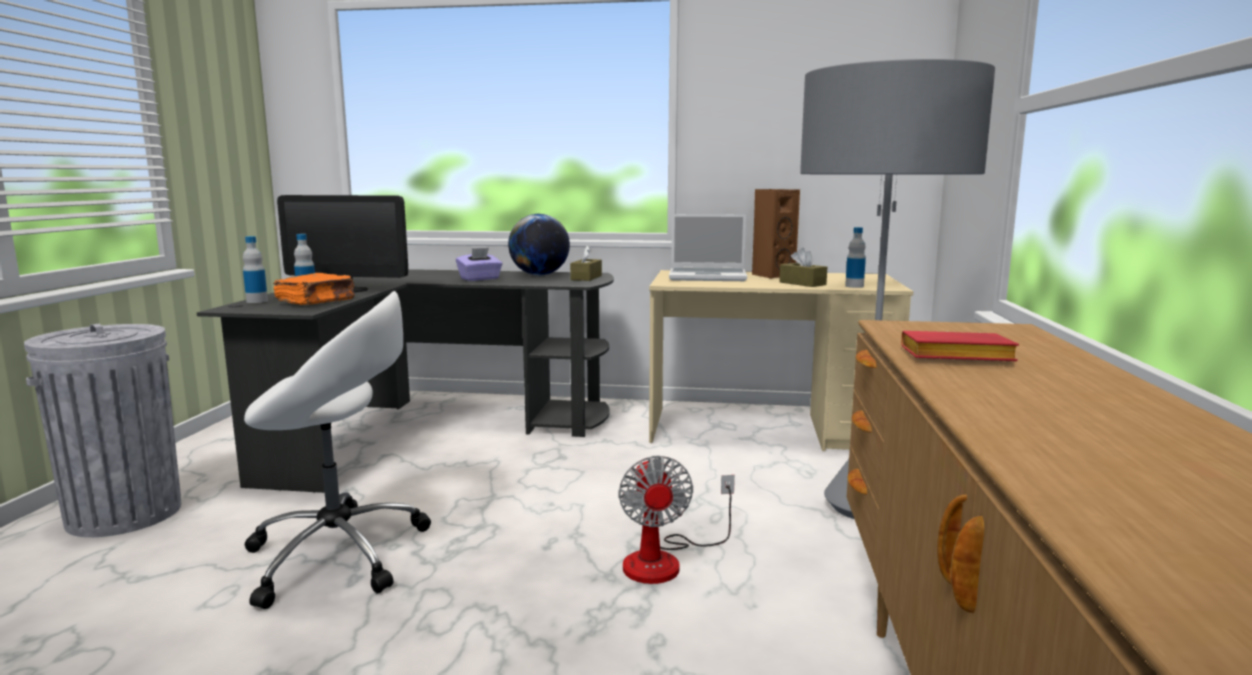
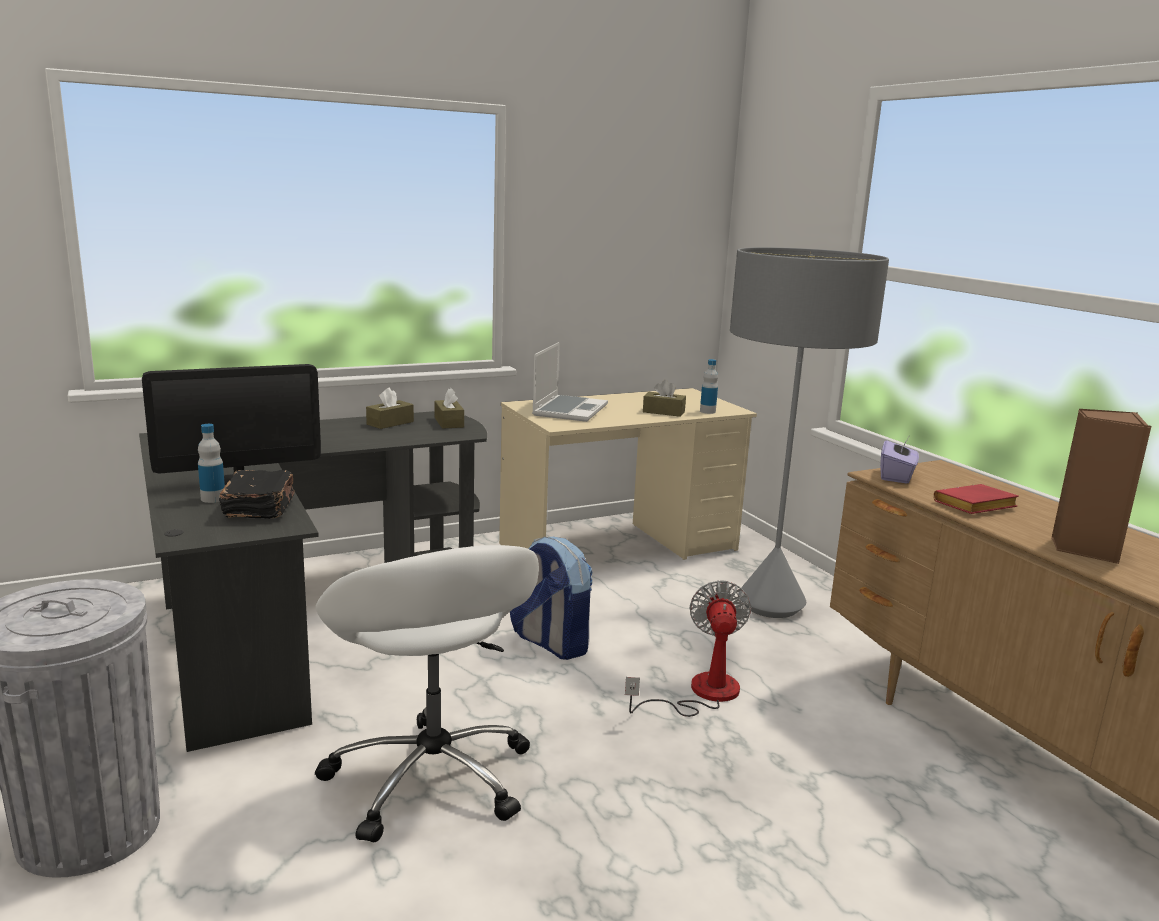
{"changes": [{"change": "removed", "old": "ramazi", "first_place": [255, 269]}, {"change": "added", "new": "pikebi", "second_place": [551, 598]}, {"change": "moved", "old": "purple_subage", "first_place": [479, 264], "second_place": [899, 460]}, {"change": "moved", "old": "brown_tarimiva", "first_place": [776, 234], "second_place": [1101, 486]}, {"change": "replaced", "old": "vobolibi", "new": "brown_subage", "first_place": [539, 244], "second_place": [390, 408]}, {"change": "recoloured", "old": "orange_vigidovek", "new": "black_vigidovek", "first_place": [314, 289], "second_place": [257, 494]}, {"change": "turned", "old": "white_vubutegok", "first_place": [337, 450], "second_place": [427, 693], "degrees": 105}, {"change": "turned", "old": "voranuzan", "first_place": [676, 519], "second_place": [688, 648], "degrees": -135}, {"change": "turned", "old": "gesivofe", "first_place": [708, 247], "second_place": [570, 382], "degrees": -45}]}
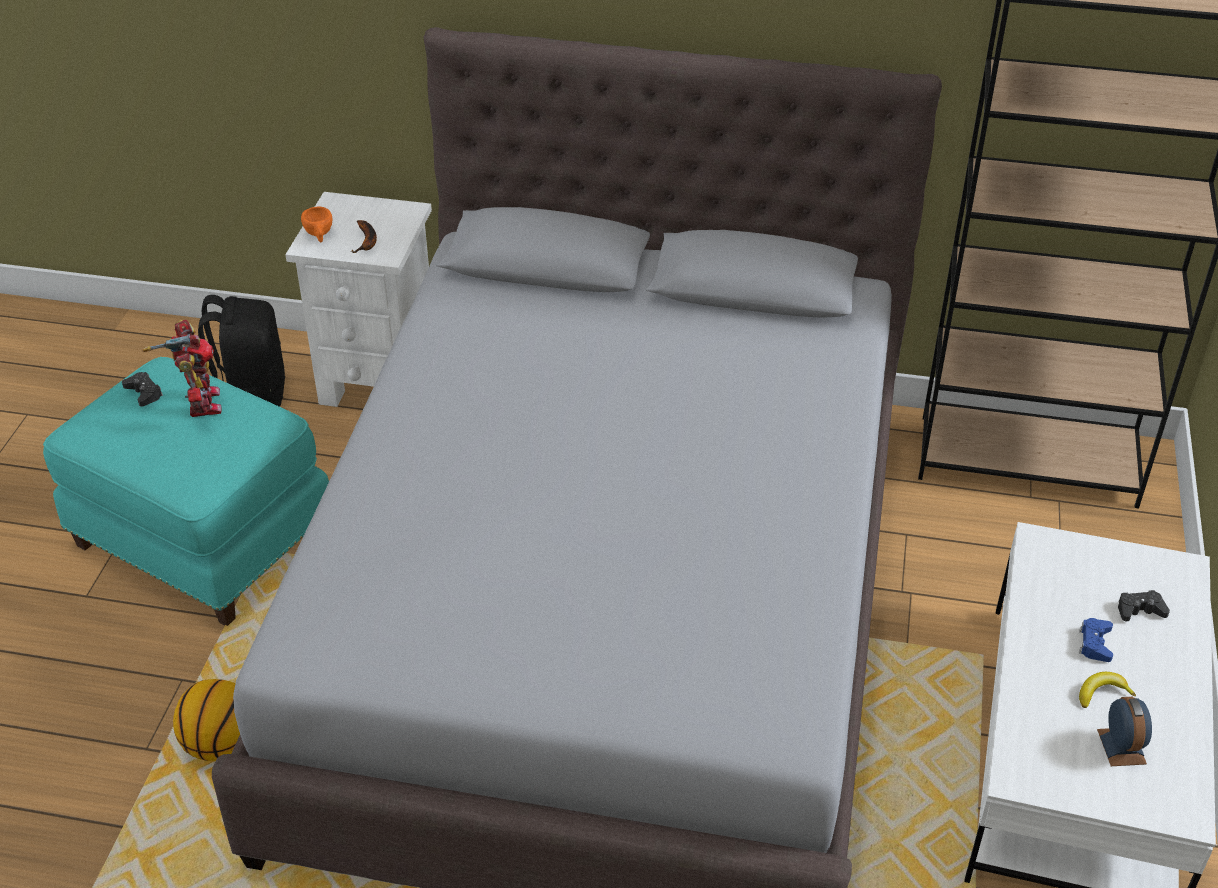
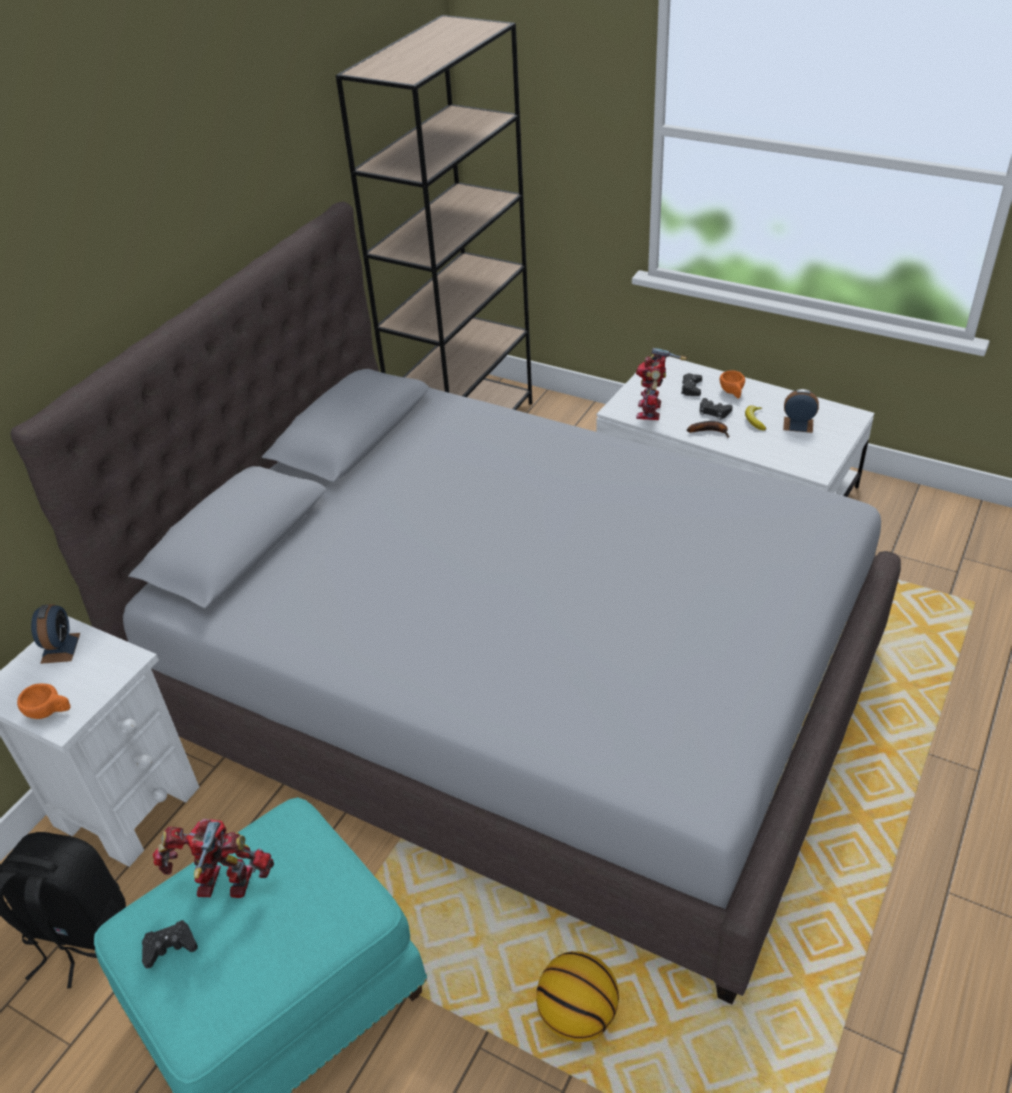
{"changes": [{"change": "added", "new": "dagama", "second_place": [55, 634]}, {"change": "added", "new": "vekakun", "second_place": [661, 384]}, {"change": "added", "new": "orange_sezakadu", "second_place": [732, 384]}, {"change": "moved", "old": "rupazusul", "first_place": [364, 236], "second_place": [708, 429]}, {"change": "recoloured", "old": "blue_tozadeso", "new": "black_tozadeso", "first_place": [1096, 640], "second_place": [716, 409]}]}
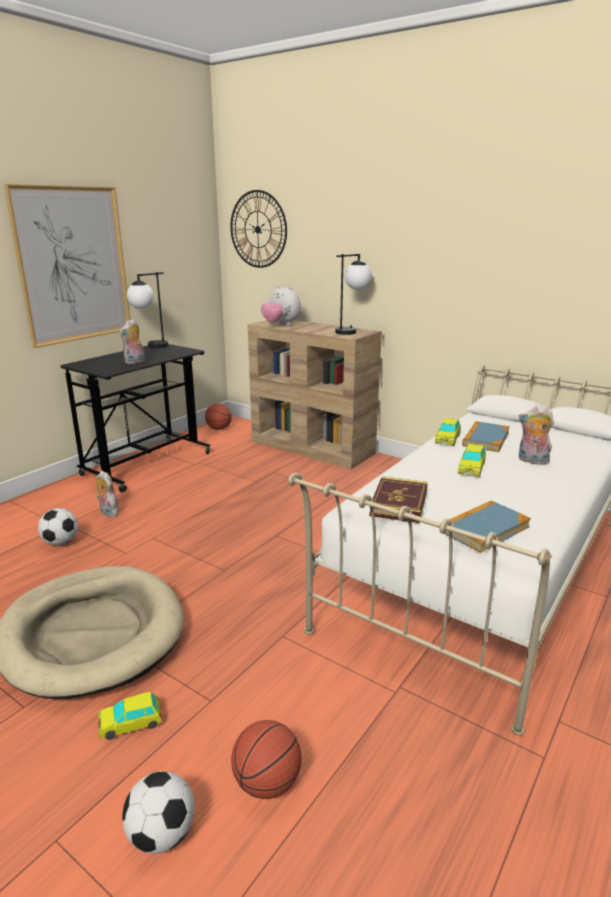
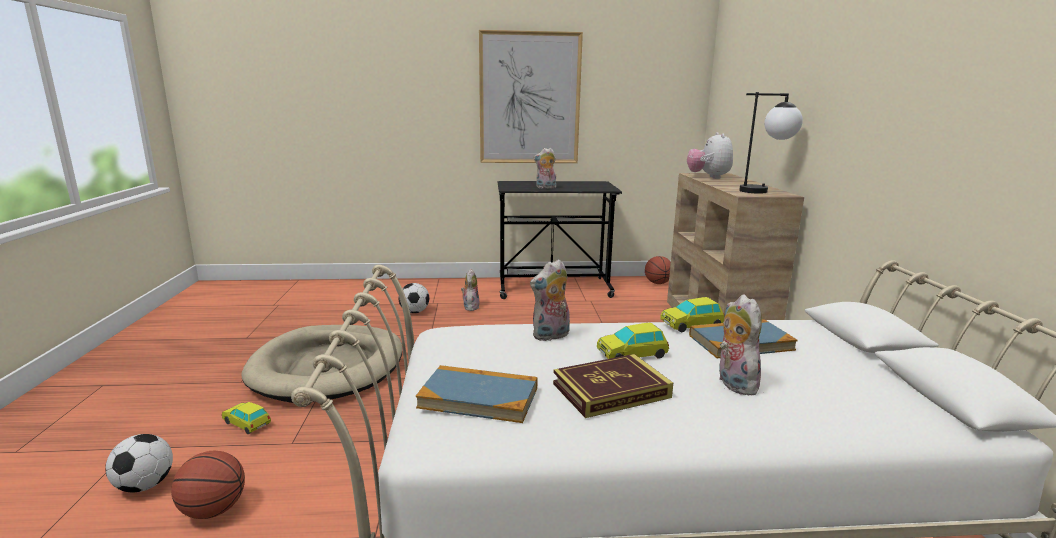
{"changes": [{"change": "removed", "old": "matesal", "first_place": [147, 310]}, {"change": "removed", "old": "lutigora", "first_place": [258, 229]}, {"change": "added", "new": "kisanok", "second_place": [550, 300]}, {"change": "moved", "old": "vigidovek", "first_place": [398, 499], "second_place": [613, 386]}]}
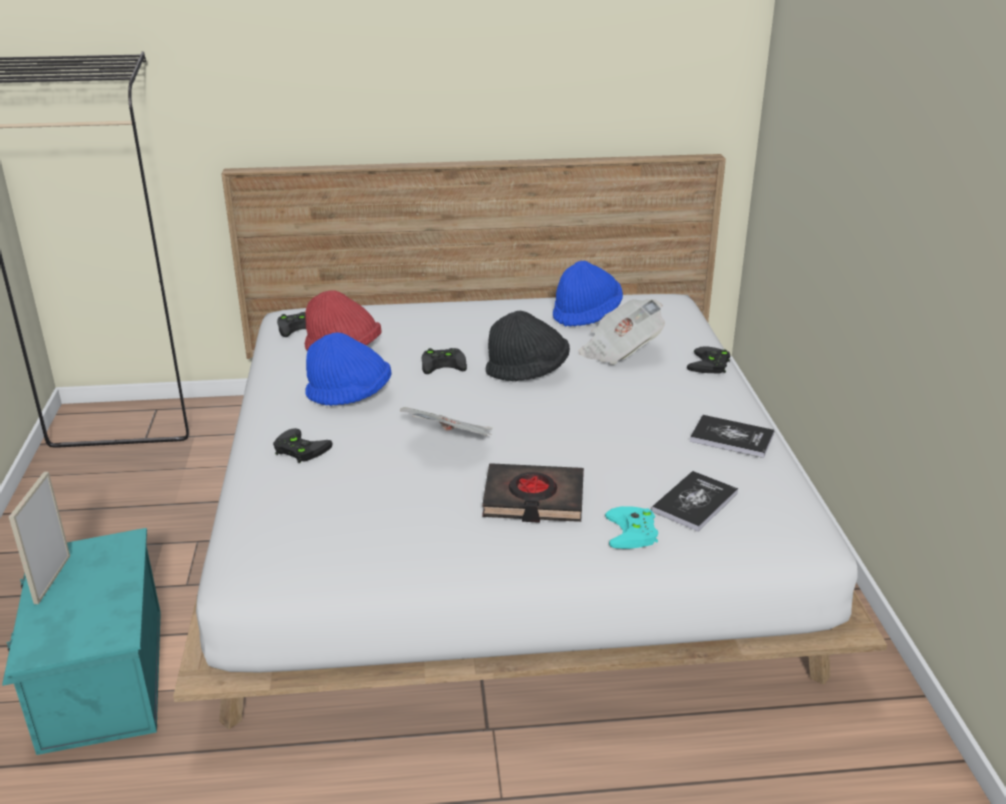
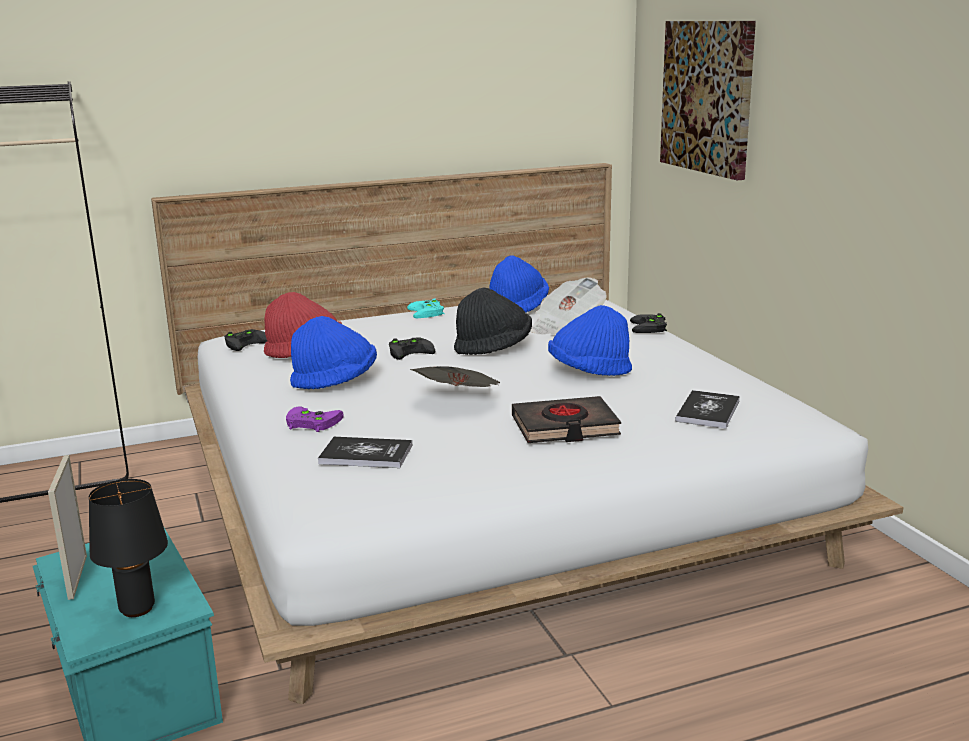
{"changes": [{"change": "added", "new": "black_matesal", "second_place": [128, 548]}, {"change": "added", "new": "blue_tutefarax", "second_place": [590, 340]}, {"change": "added", "new": "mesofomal", "second_place": [708, 100]}, {"change": "moved", "old": "turquoise_tozadeso", "first_place": [631, 527], "second_place": [426, 308]}, {"change": "moved", "old": "vigidovek", "first_place": [732, 436], "second_place": [365, 452]}, {"change": "recoloured", "old": "black_tozadeso", "new": "purple_tozadeso", "first_place": [303, 445], "second_place": [315, 419]}]}
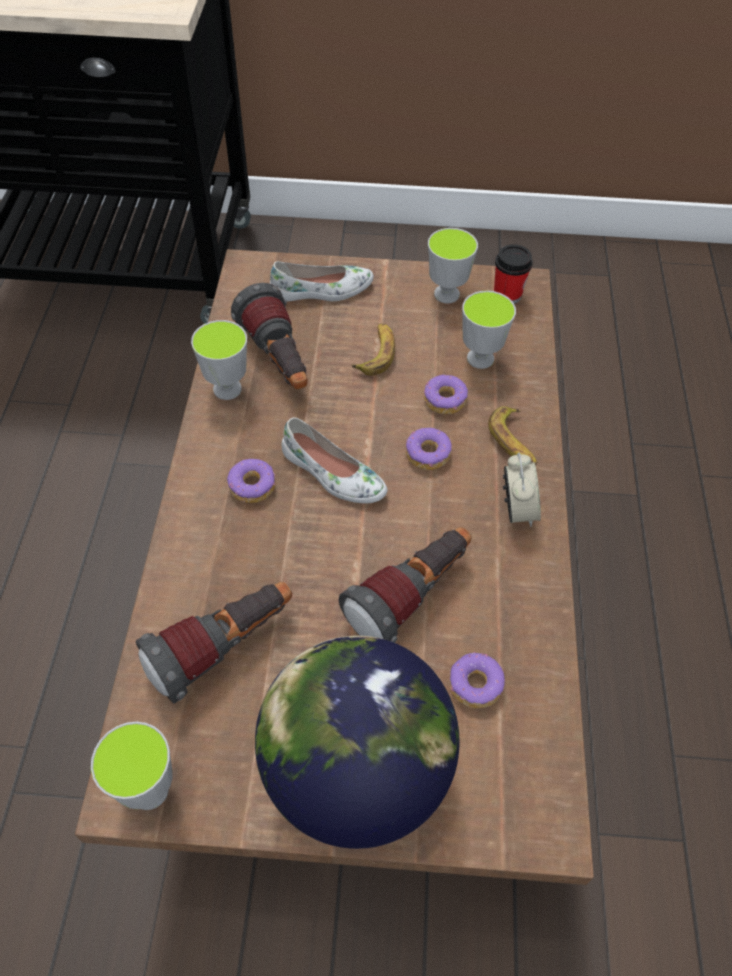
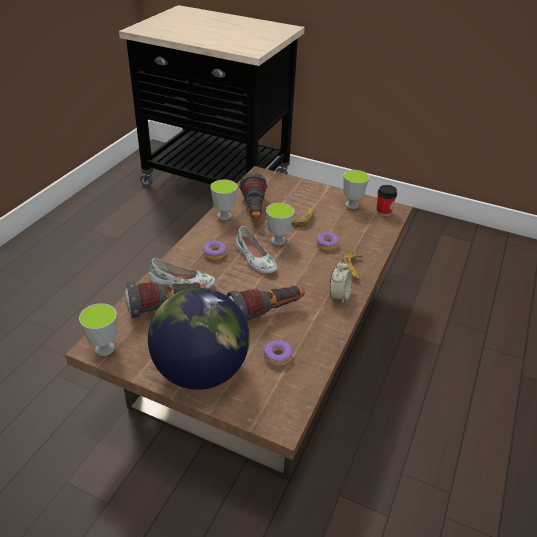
{"changes": [{"change": "removed", "old": "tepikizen", "first_place": [429, 449]}, {"change": "moved", "old": "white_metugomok", "first_place": [322, 281], "second_place": [182, 273]}, {"change": "moved", "old": "sezakadu", "first_place": [489, 330], "second_place": [280, 224]}]}
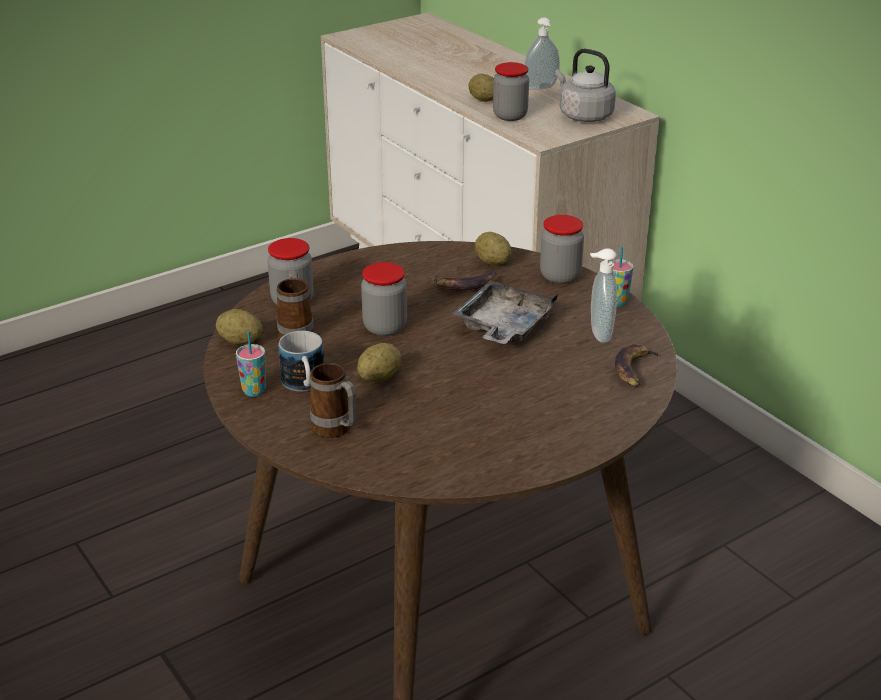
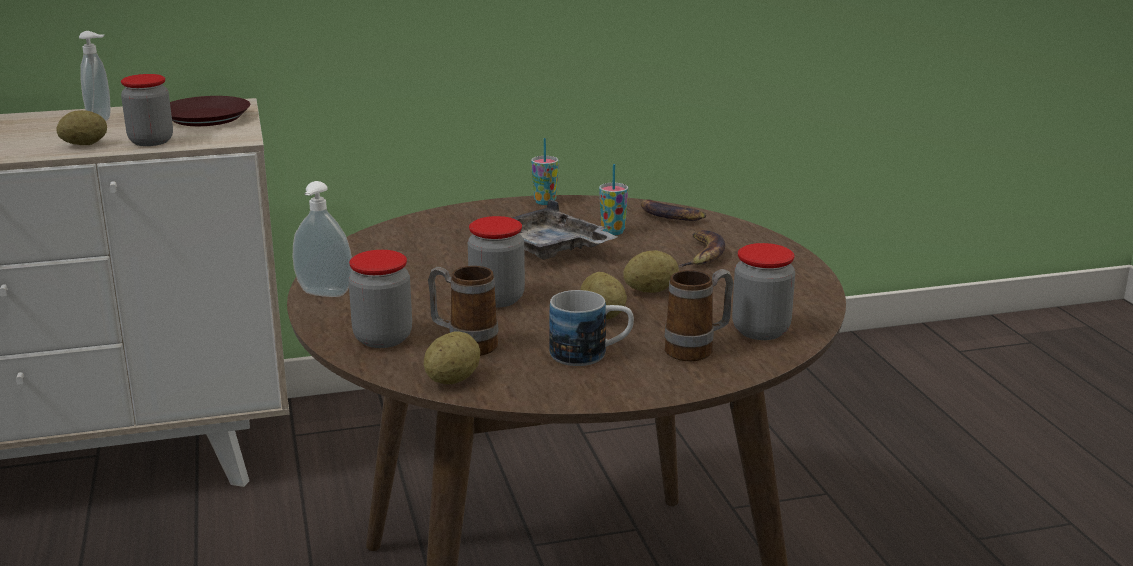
{"changes": [{"change": "moved", "old": "sezakadu", "first_place": [251, 364], "second_place": [613, 199]}, {"change": "moved", "old": "rupazusul", "first_place": [465, 280], "second_place": [701, 249]}, {"change": "moved", "old": "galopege", "first_place": [493, 249], "second_place": [651, 271]}, {"change": "moved", "old": "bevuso", "first_place": [562, 249], "second_place": [763, 291]}, {"change": "moved", "old": "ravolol", "first_place": [603, 295], "second_place": [323, 239]}, {"change": "replaced", "old": "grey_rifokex", "new": "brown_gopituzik", "first_place": [585, 85], "second_place": [210, 111]}]}
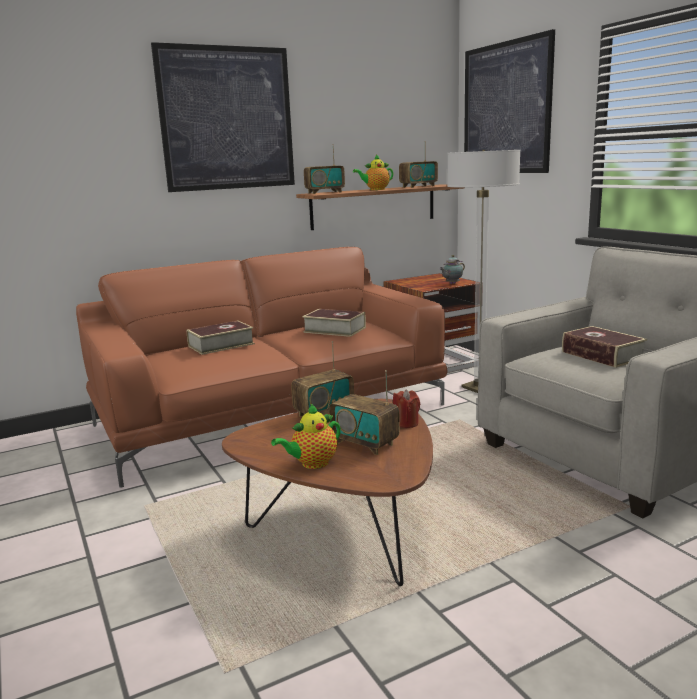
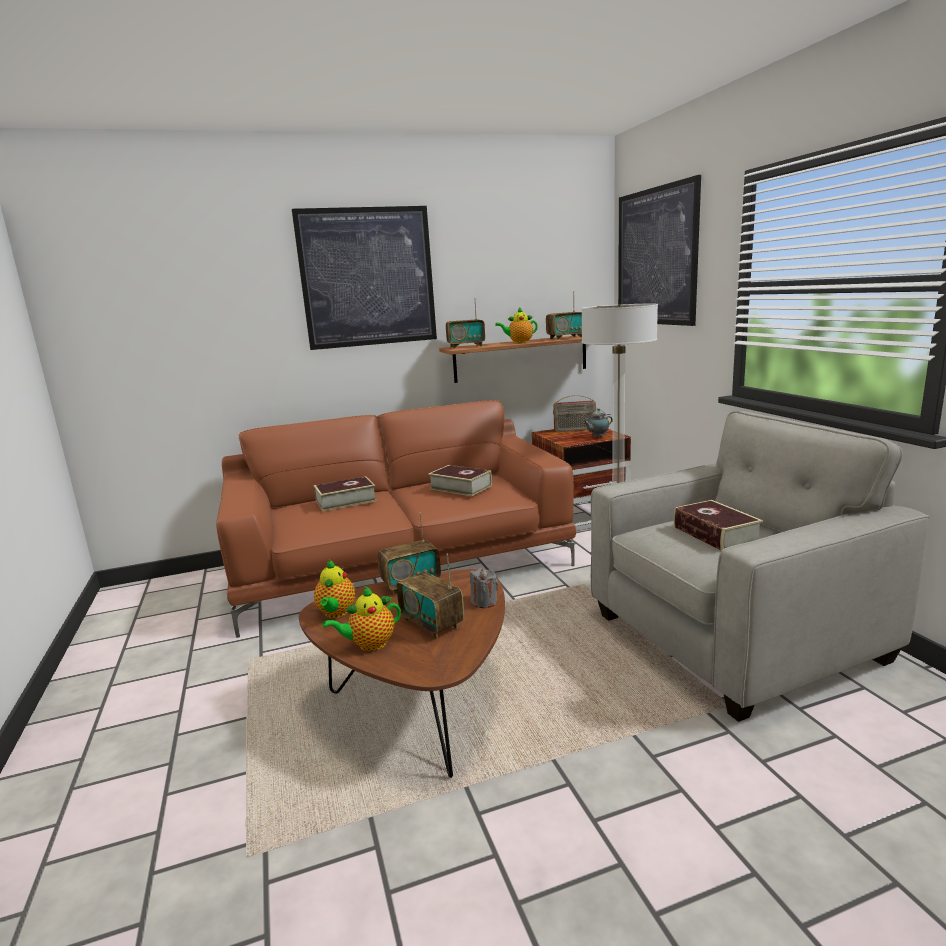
{"changes": [{"change": "added", "new": "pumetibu", "second_place": [334, 589]}, {"change": "added", "new": "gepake", "second_place": [574, 413]}, {"change": "recoloured", "old": "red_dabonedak", "new": "grey_dabonedak", "first_place": [406, 408], "second_place": [484, 588]}]}
